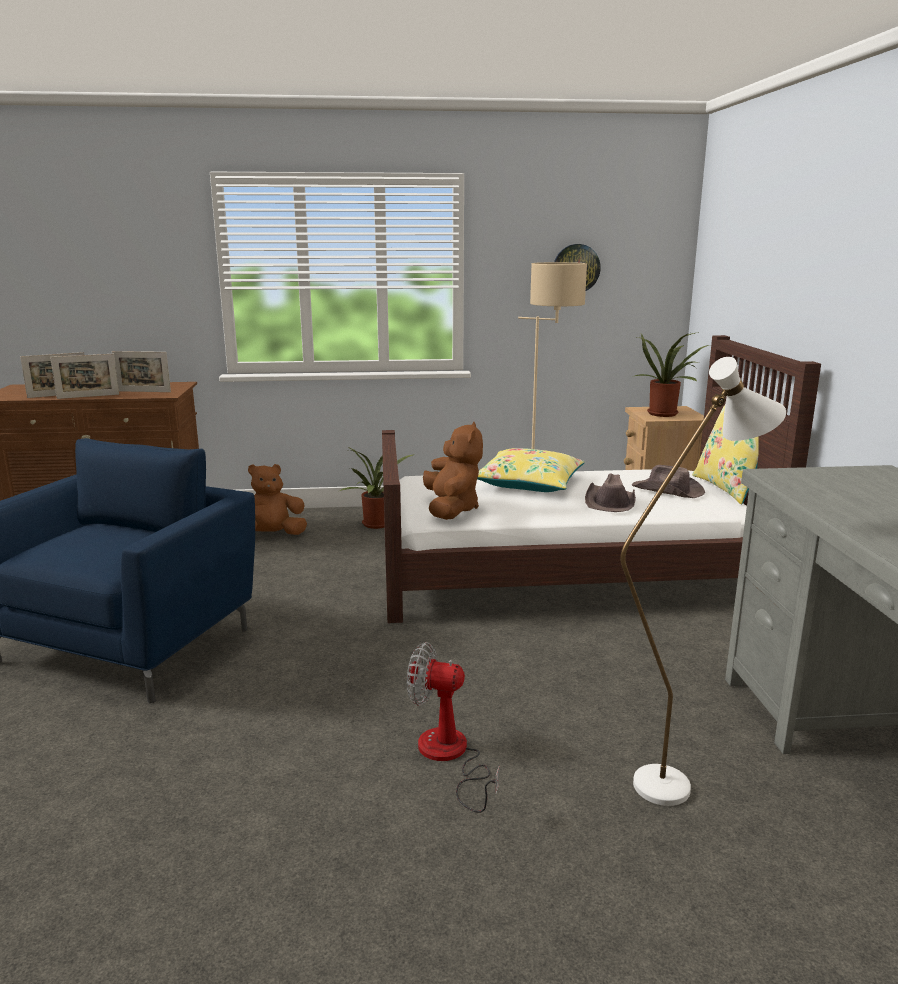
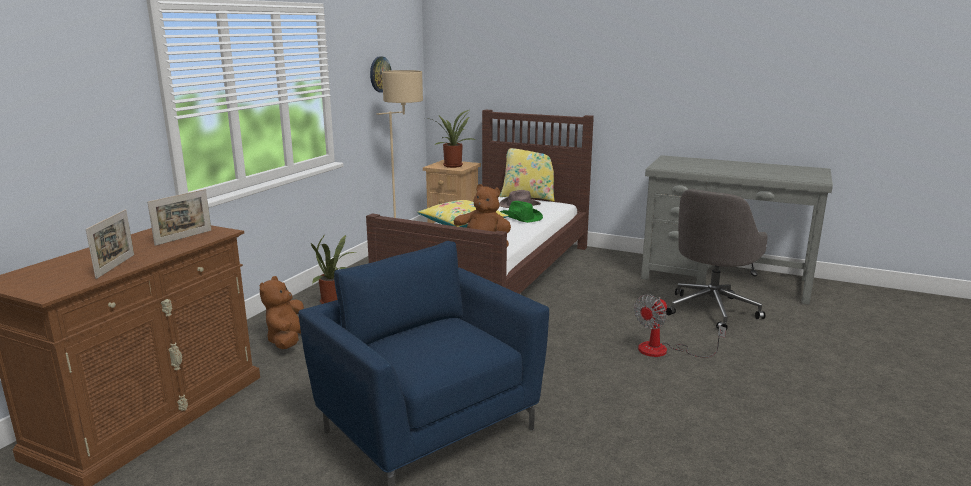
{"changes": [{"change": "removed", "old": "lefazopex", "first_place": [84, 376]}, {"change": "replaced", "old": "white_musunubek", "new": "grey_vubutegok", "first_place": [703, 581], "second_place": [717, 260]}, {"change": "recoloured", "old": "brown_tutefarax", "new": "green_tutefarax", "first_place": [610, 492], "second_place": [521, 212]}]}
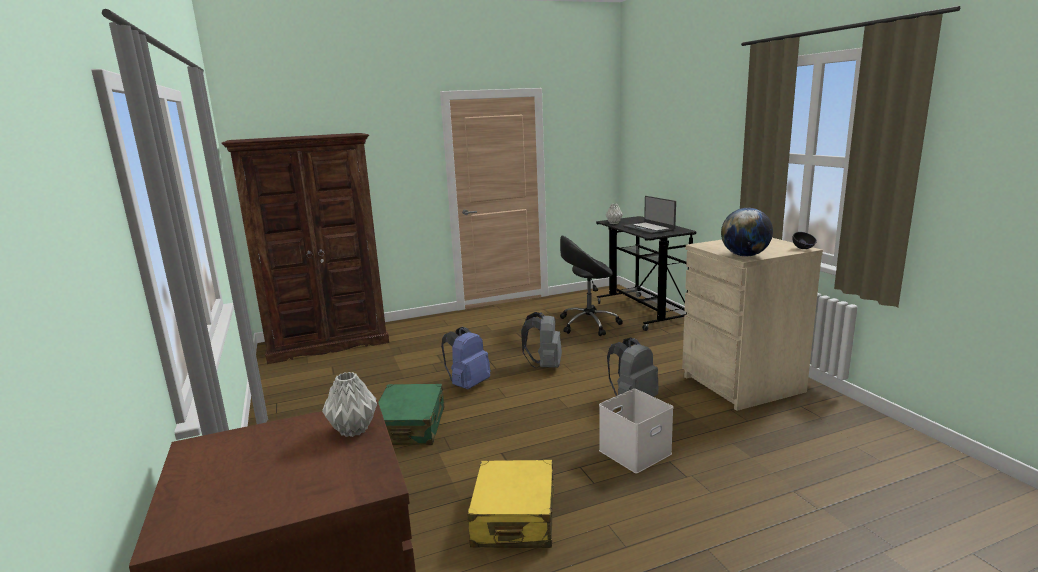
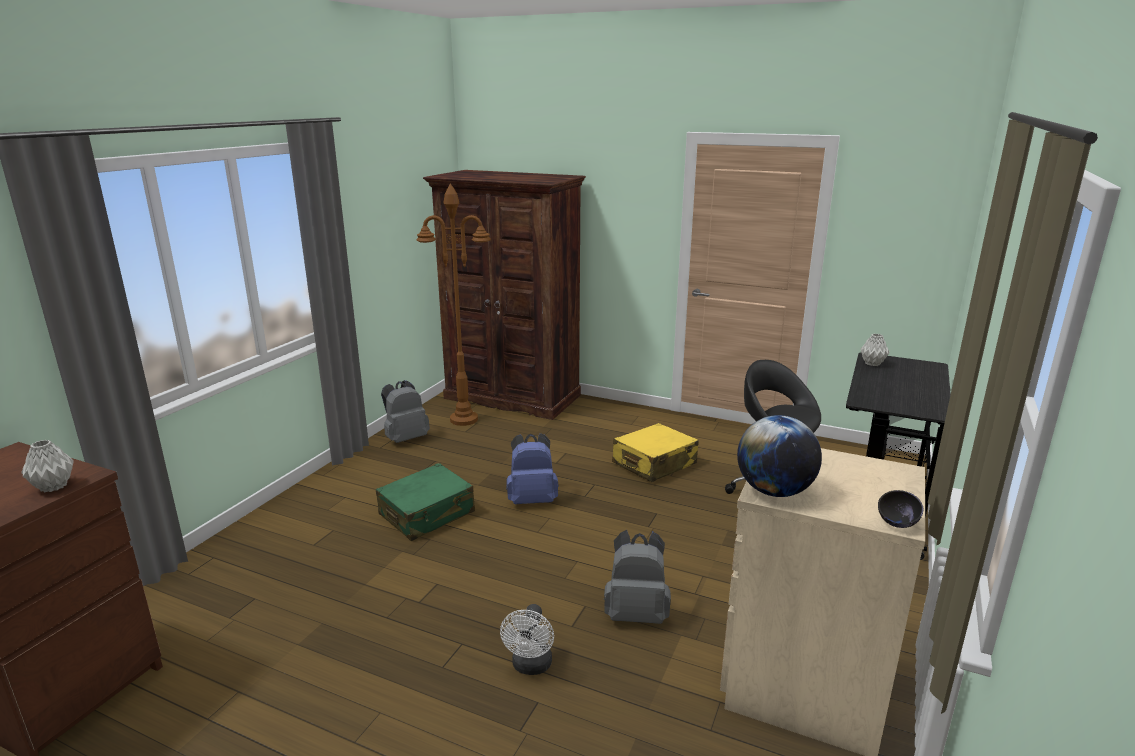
{"changes": [{"change": "removed", "old": "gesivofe", "first_place": [649, 215]}, {"change": "added", "new": "brown_musunubek", "second_place": [453, 304]}, {"change": "moved", "old": "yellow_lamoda", "first_place": [510, 504], "second_place": [655, 452]}, {"change": "moved", "old": "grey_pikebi", "first_place": [541, 340], "second_place": [405, 411]}, {"change": "replaced", "old": "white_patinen", "new": "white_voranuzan", "first_place": [636, 431], "second_place": [527, 639]}]}
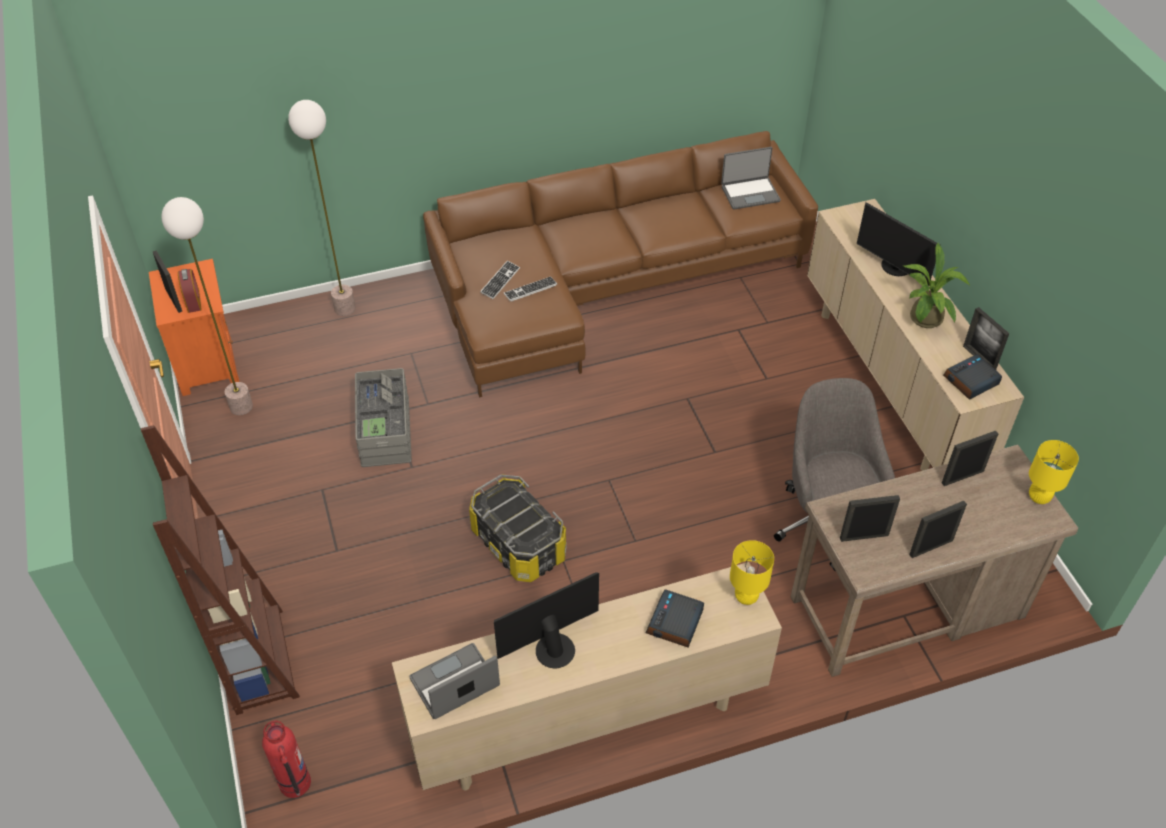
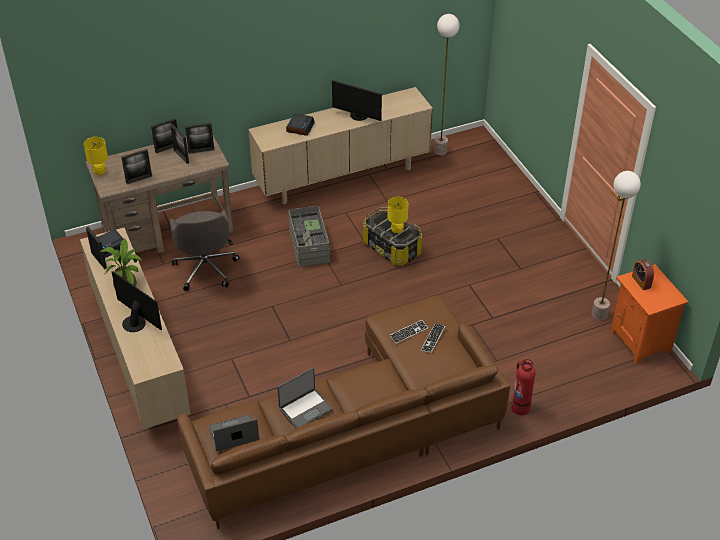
{"changes": [{"change": "removed", "old": "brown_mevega", "first_place": [220, 570]}, {"change": "moved", "old": "lefazopex", "first_place": [167, 282], "second_place": [179, 144]}, {"change": "moved", "old": "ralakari", "first_place": [286, 759], "second_place": [523, 387]}, {"change": "moved", "old": "musunubek", "first_place": [322, 208], "second_place": [446, 84]}, {"change": "moved", "old": "grey_patinen", "first_place": [383, 417], "second_place": [309, 236]}, {"change": "moved", "old": "gesivofe", "first_place": [454, 681], "second_place": [305, 398]}, {"change": "moved", "old": "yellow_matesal", "first_place": [752, 572], "second_place": [397, 215]}, {"change": "turned", "old": "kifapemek", "first_place": [546, 620], "second_place": [357, 100], "degrees": 60}]}
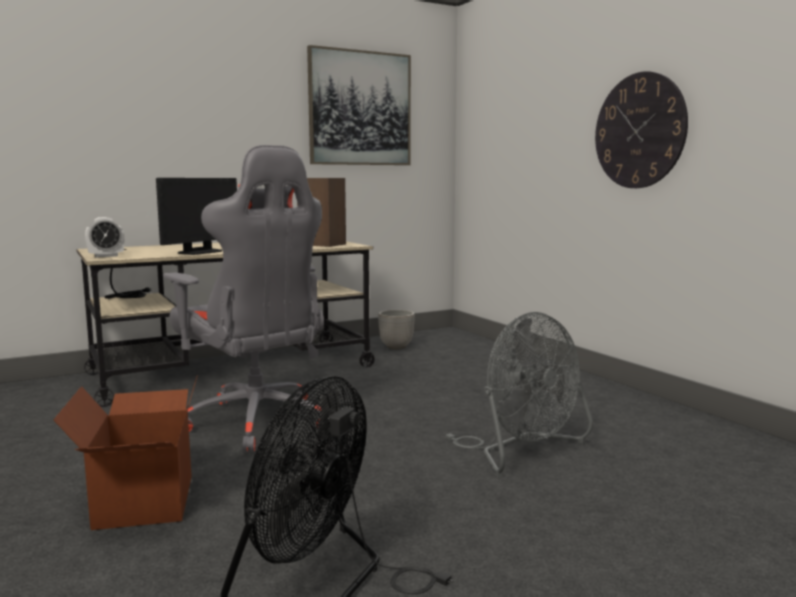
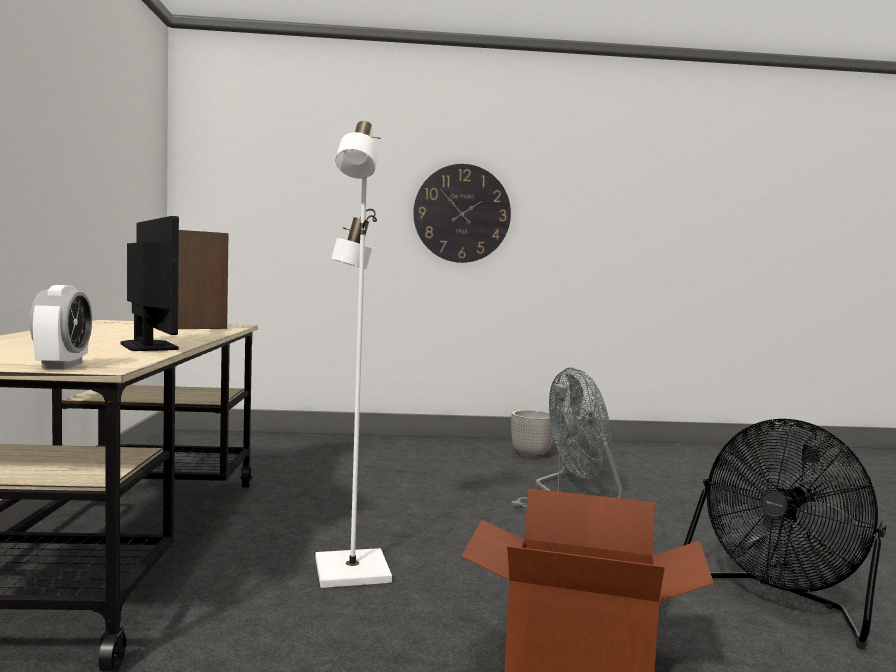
{"changes": [{"change": "removed", "old": "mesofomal", "first_place": [359, 105]}, {"change": "moved", "old": "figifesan", "first_place": [396, 329], "second_place": [532, 434]}, {"change": "replaced", "old": "grey_vubutegok", "new": "white_musunubek", "first_place": [243, 298], "second_place": [354, 354]}]}
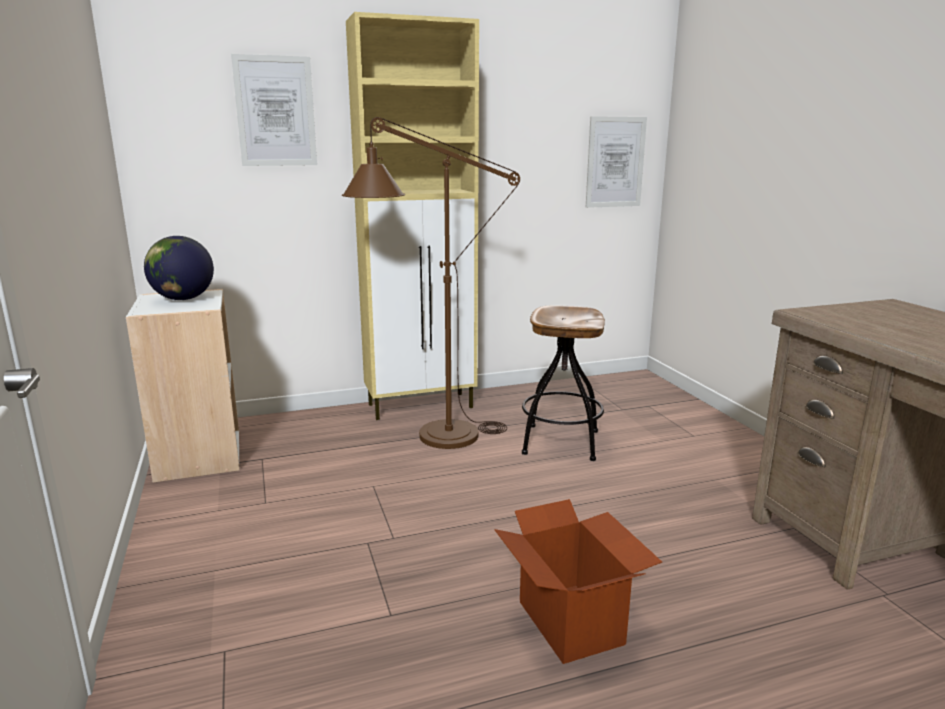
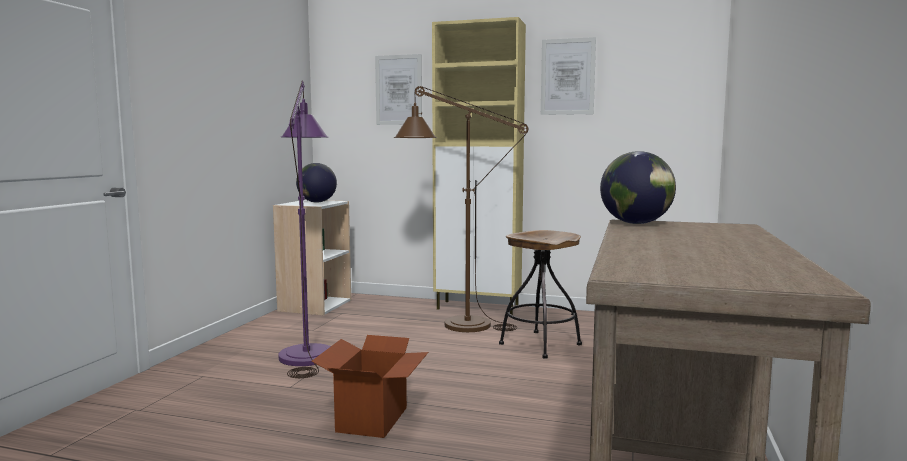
{"changes": [{"change": "added", "new": "purple_musunubek", "second_place": [305, 229]}, {"change": "added", "new": "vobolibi", "second_place": [638, 187]}, {"change": "moved", "old": "mesofomal", "first_place": [616, 162], "second_place": [568, 76]}]}
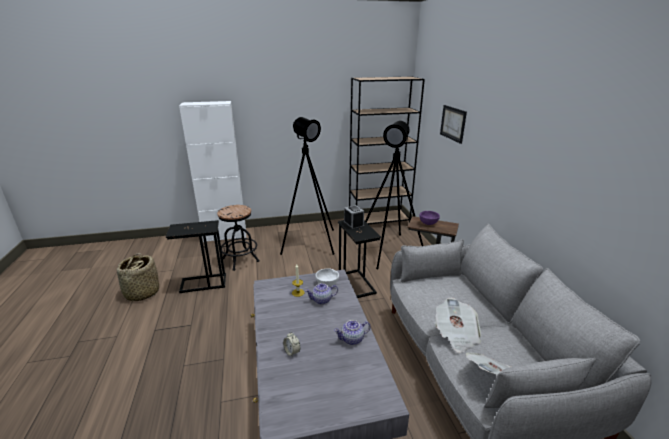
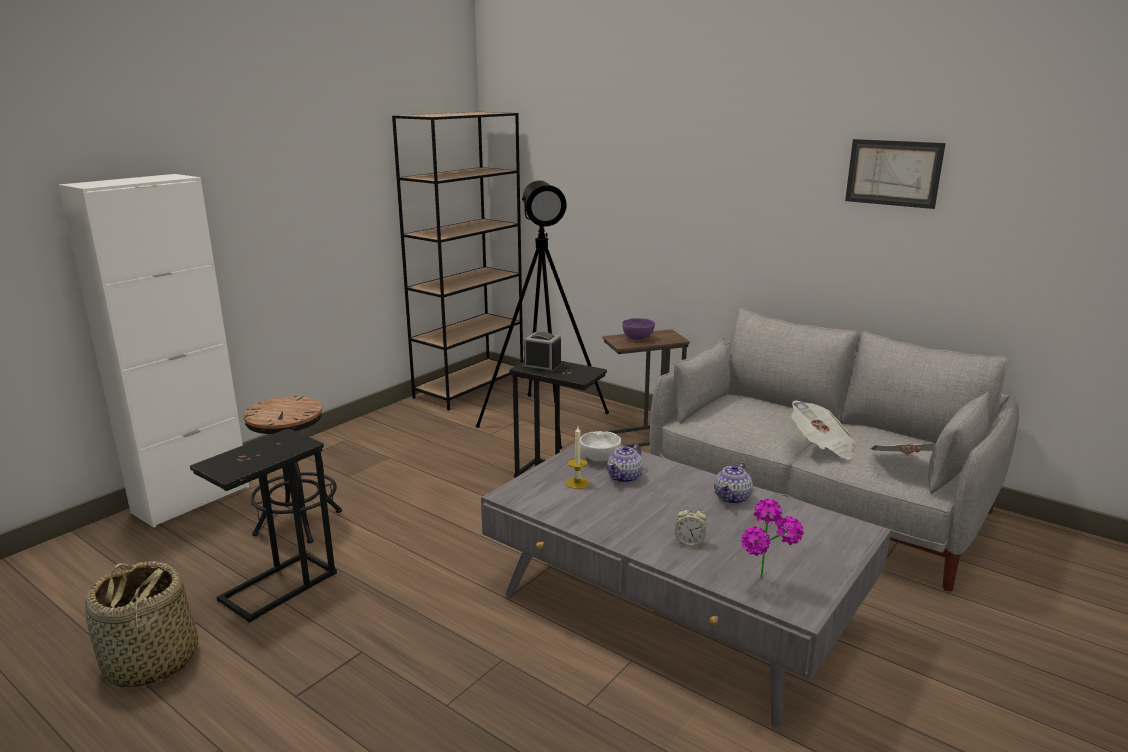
{"changes": [{"change": "removed", "old": "black_musunubek", "first_place": [307, 186]}, {"change": "added", "new": "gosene", "second_place": [772, 538]}, {"change": "moved", "old": "mesofomal", "first_place": [453, 124], "second_place": [895, 174]}]}
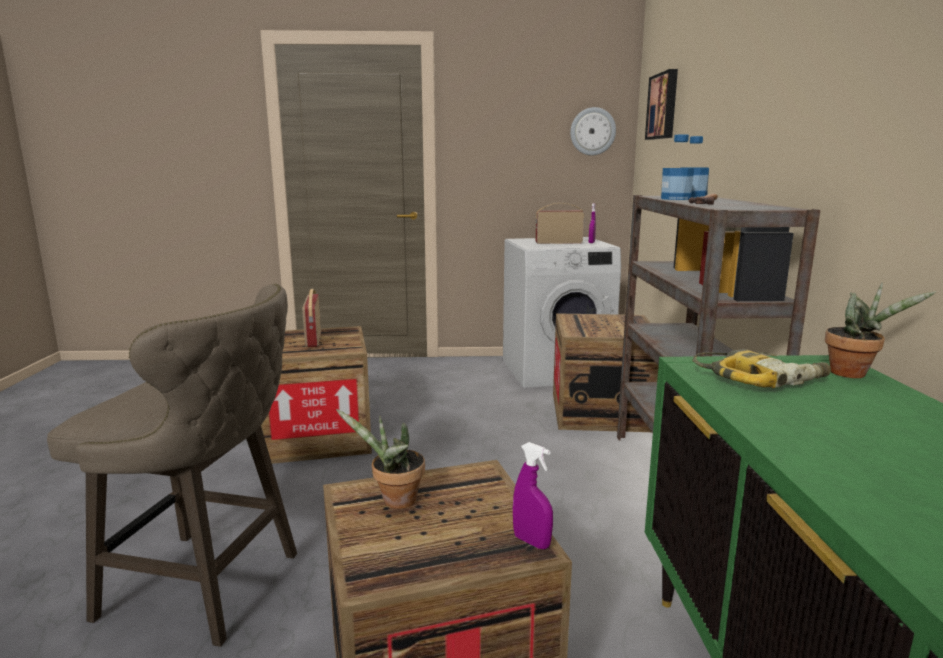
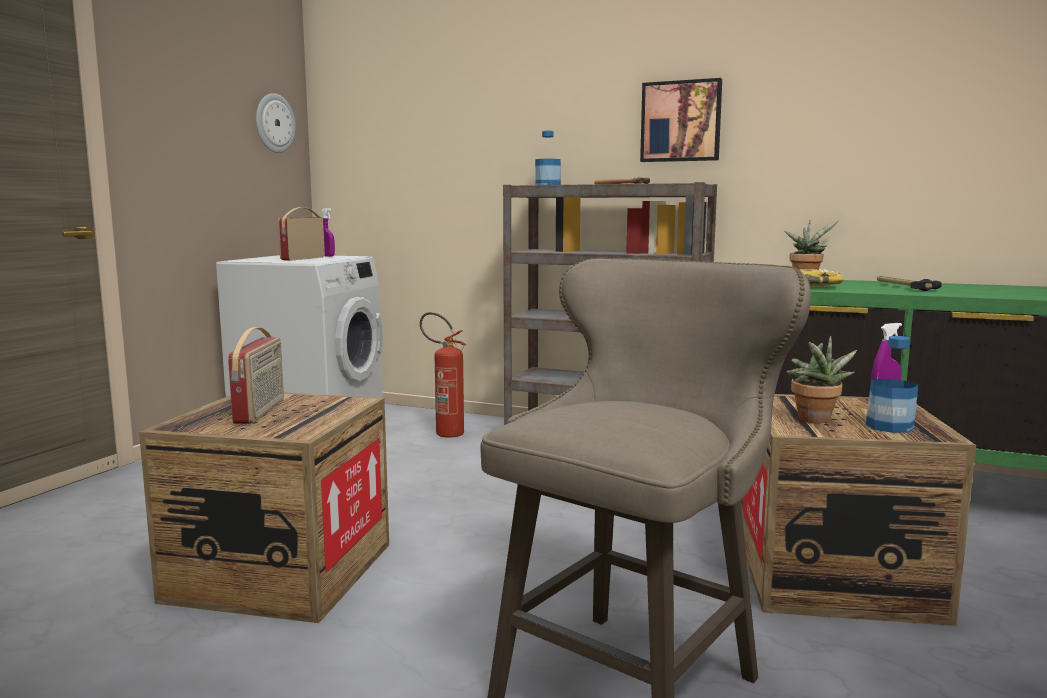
{"changes": [{"change": "added", "new": "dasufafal", "second_place": [909, 283]}, {"change": "moved", "old": "mesofomal", "first_place": [661, 104], "second_place": [681, 120]}, {"change": "moved", "old": "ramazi", "first_place": [677, 167], "second_place": [891, 384]}, {"change": "replaced", "old": "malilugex", "new": "ralakari", "first_place": [606, 372], "second_place": [443, 375]}, {"change": "turned", "old": "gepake", "first_place": [311, 318], "second_place": [256, 375], "degrees": -105}]}
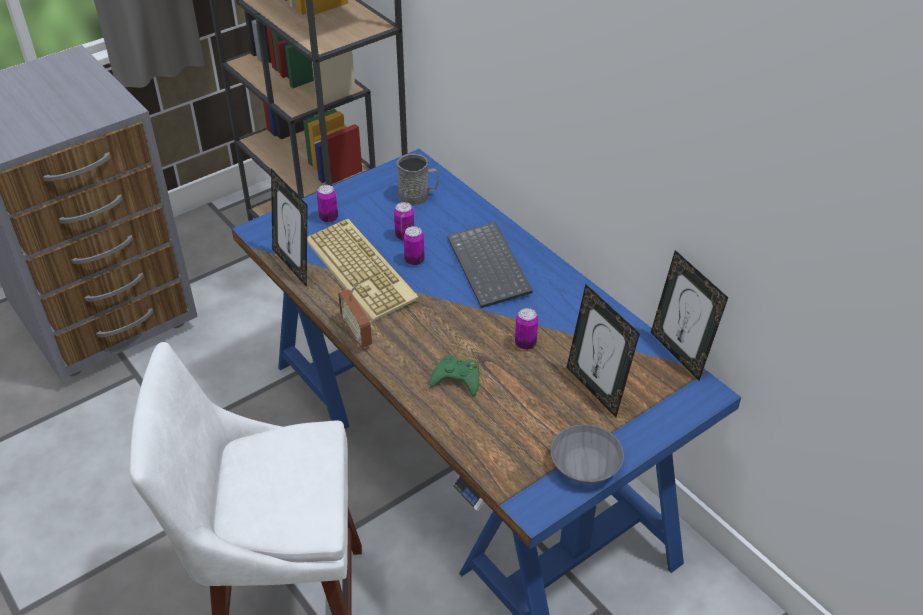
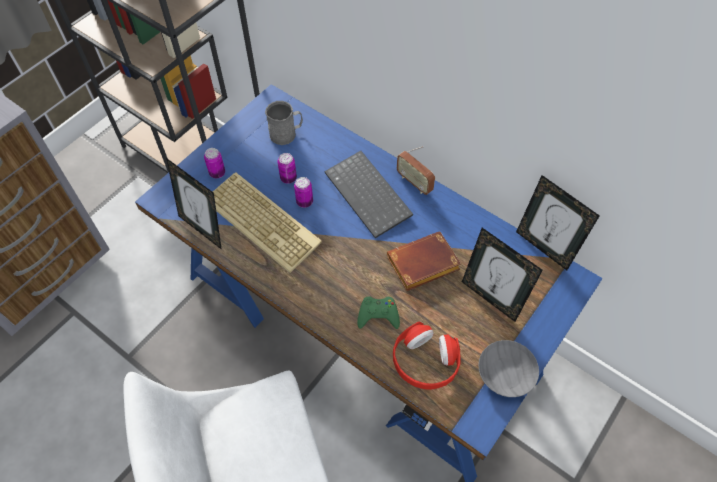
{"changes": [{"change": "added", "new": "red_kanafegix", "second_place": [427, 355]}, {"change": "moved", "old": "gepake", "first_place": [355, 314], "second_place": [416, 170]}, {"change": "replaced", "old": "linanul", "new": "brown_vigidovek", "first_place": [526, 329], "second_place": [424, 261]}]}
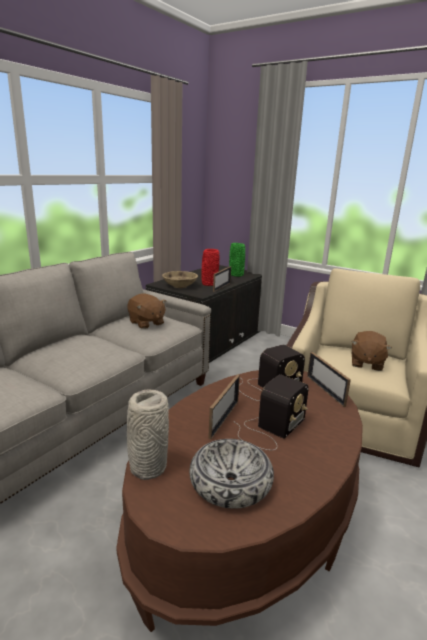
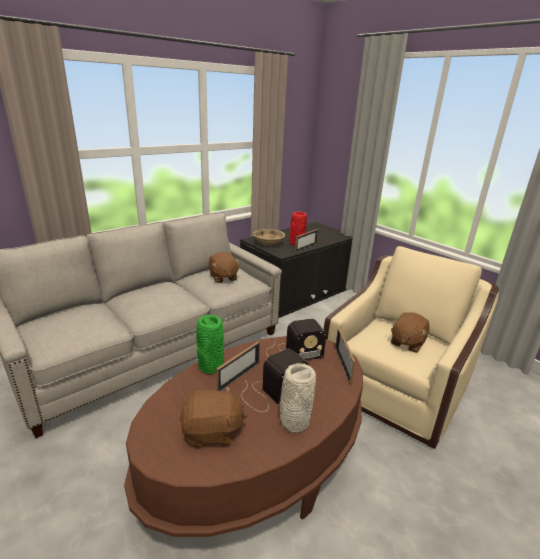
{"changes": [{"change": "moved", "old": "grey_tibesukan", "first_place": [148, 435], "second_place": [298, 398]}, {"change": "moved", "old": "green_tibesukan", "first_place": [237, 260], "second_place": [210, 344]}, {"change": "replaced", "old": "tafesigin", "new": "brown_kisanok", "first_place": [231, 474], "second_place": [213, 417]}]}
